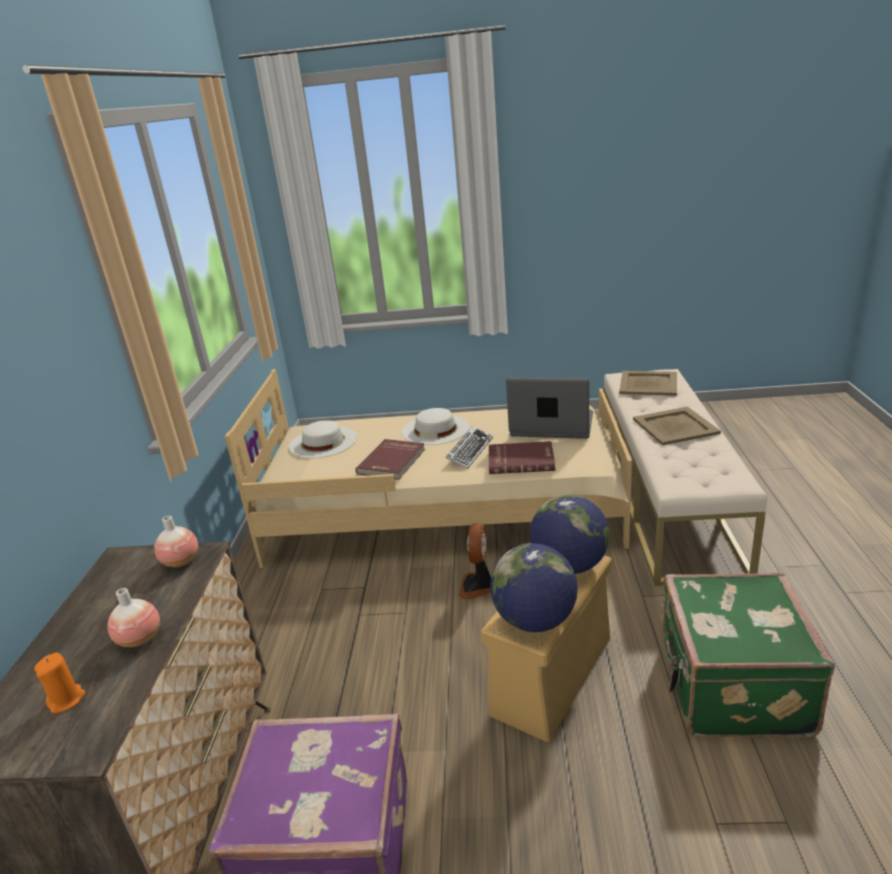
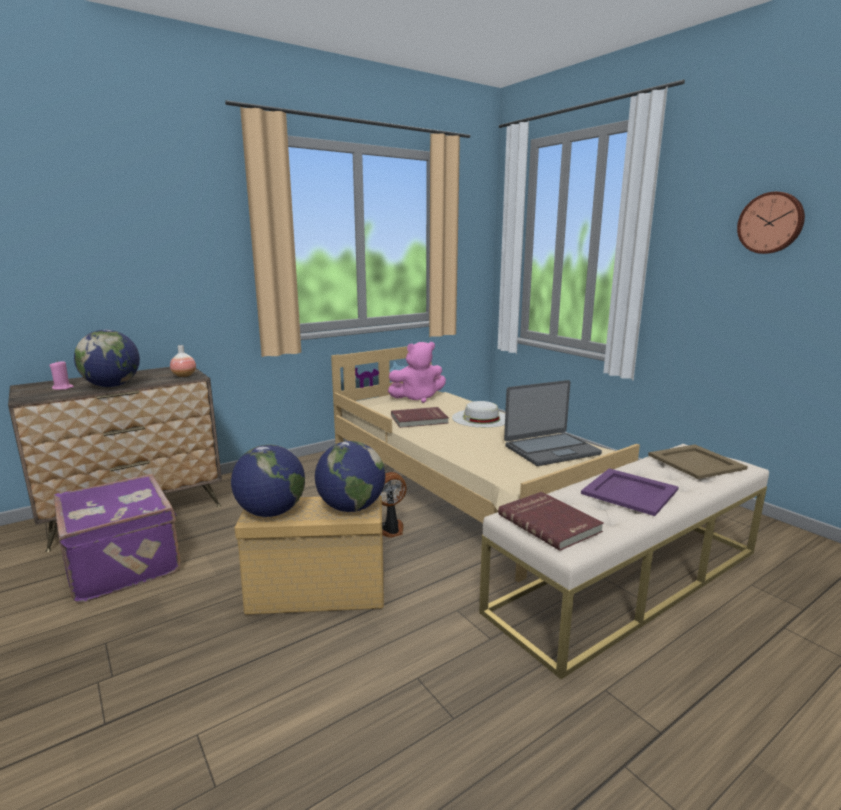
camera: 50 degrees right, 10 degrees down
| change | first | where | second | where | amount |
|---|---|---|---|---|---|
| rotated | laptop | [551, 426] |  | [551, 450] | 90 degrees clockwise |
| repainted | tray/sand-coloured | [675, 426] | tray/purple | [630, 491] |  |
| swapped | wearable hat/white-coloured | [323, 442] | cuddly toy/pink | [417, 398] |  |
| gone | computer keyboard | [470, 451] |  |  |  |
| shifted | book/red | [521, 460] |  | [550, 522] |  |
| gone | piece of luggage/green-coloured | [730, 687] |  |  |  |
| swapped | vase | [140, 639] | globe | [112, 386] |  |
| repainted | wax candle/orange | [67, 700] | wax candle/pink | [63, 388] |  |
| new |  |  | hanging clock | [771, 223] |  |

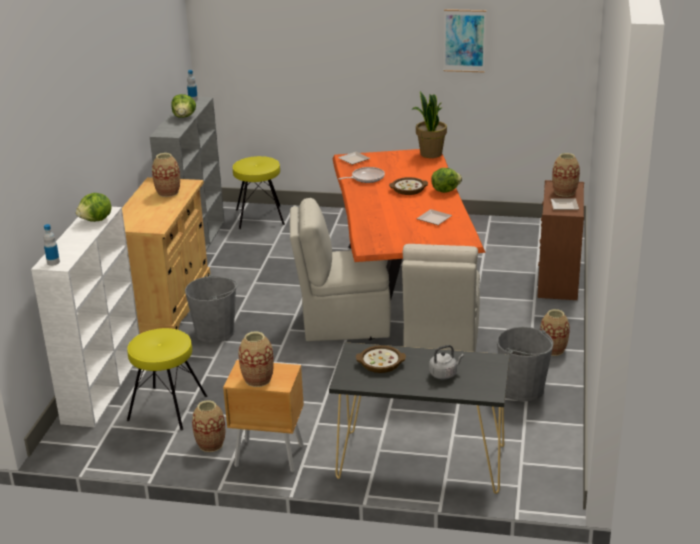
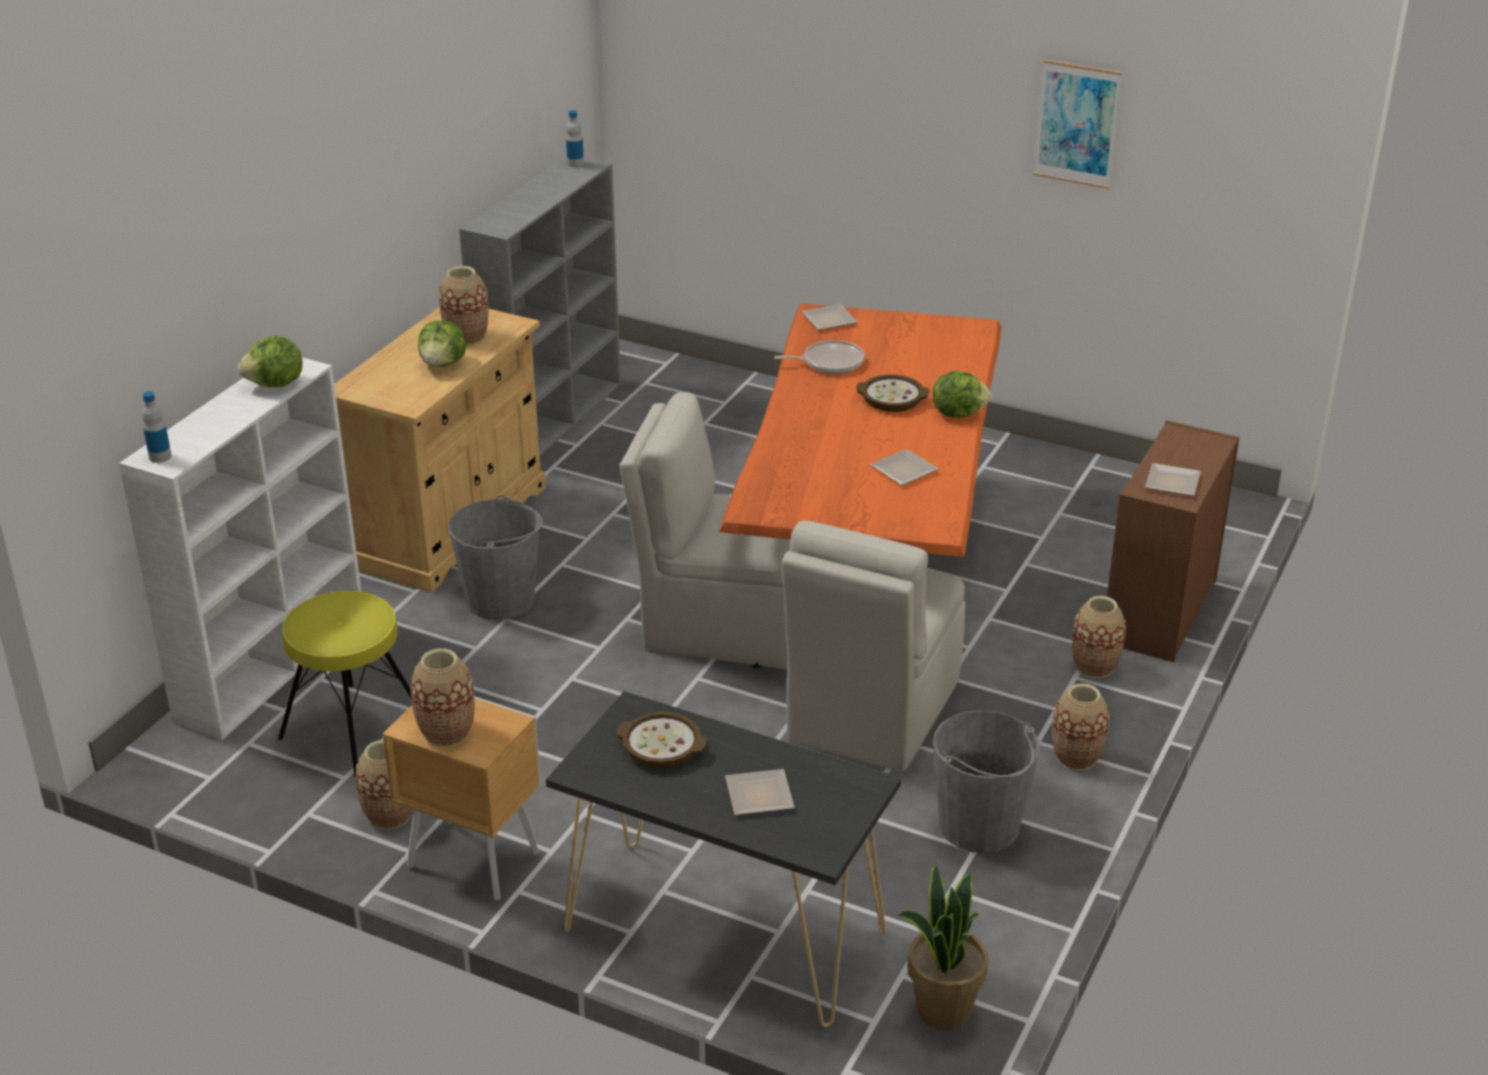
camera: 15 degrees right, 5 degrees up
| change | first | where | second | where | amount |
|---|---|---|---|---|---|
| shifted | houseplant | [430, 154] |  | [942, 1009] |  |
| shifted | lettuce head | [184, 116] |  | [443, 364] |  |
| shifted | vase | [564, 192] |  | [1094, 666] |  |
| gone | stool/yellow-coloured | [260, 217] |  |  |  |
| swapped | kettle/grey | [444, 374] | dinner plate | [761, 794] |  |

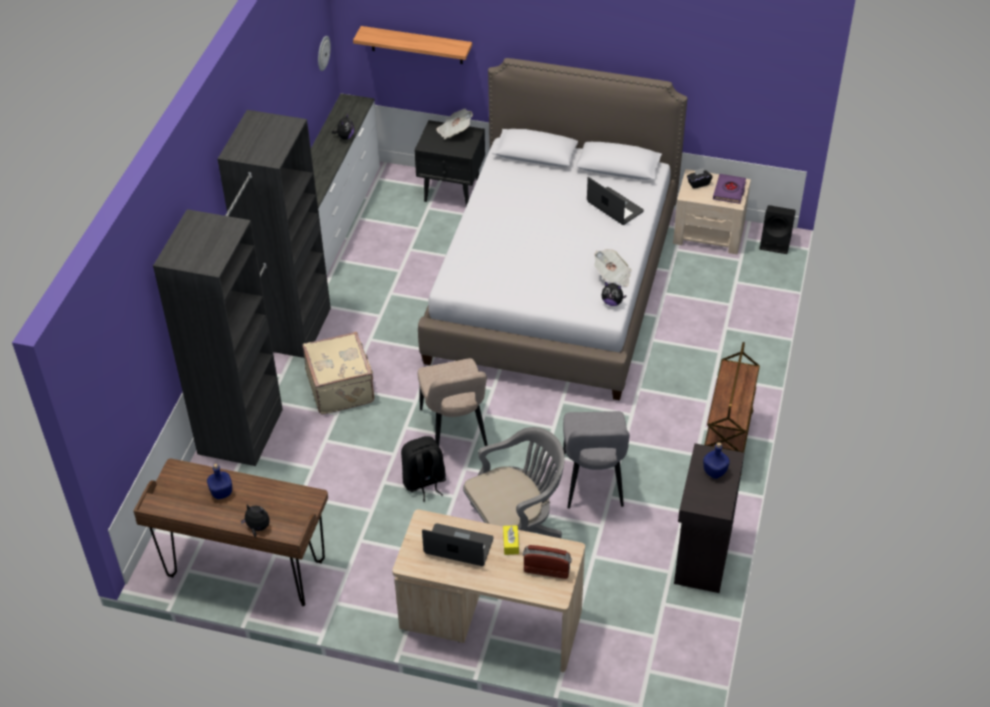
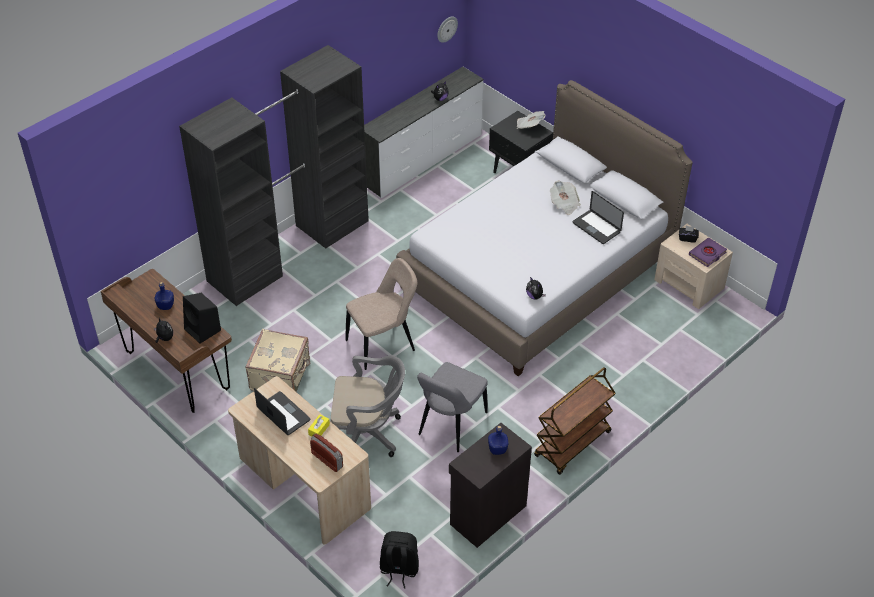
camera: 30 degrees right, 0 degrees up
| change | first | where | second | where | amount |
|---|---|---|---|---|---|
| gone | shelf | [416, 45] |  |  |  |
| rotated | laptop | [615, 207] |  | [596, 227] | 150 degrees clockwise |
| shifted | audio speaker/black | [776, 243] |  | [203, 330] |  |
| shifted | printed paper | [612, 276] |  | [564, 204] |  |
| shifted | piece of luggage/sand-coloured | [341, 387] |  | [281, 375] |  |
| rotated | plain chair/sand-coloured | [455, 432] |  | [383, 344] | 135 degrees counterclockwise |
| shifted | backpack/black | [424, 482] |  | [399, 569] |  |

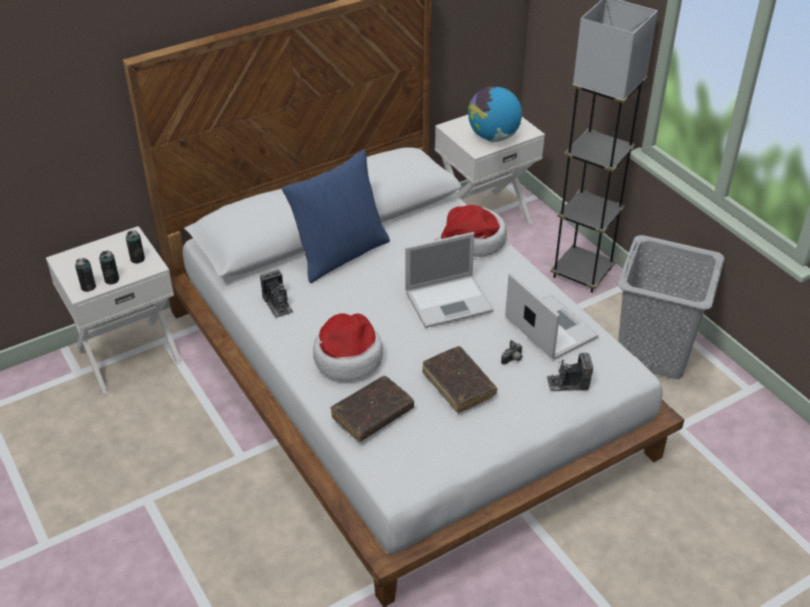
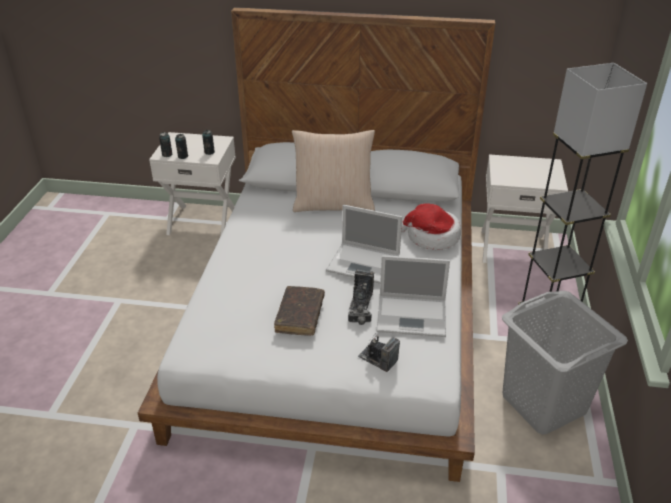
camera: 40 degrees right, 5 degrees down
| change | first | where | second | where | amount |
|---|---|---|---|---|---|
| gone | globe | [493, 137] |  |  |  |
| repainted | cushion/blue-coloured | [340, 254] | cushion/sand-coloured | [333, 204] |  |
| shifted | photo camera | [278, 304] |  | [361, 300] |  |
| rotated | laptop | [549, 327] |  | [413, 316] | 90 degrees clockwise |
| gone | wearable hat | [347, 357] |  |  |  |
| gone | book/brown | [372, 414] |  |  |  |

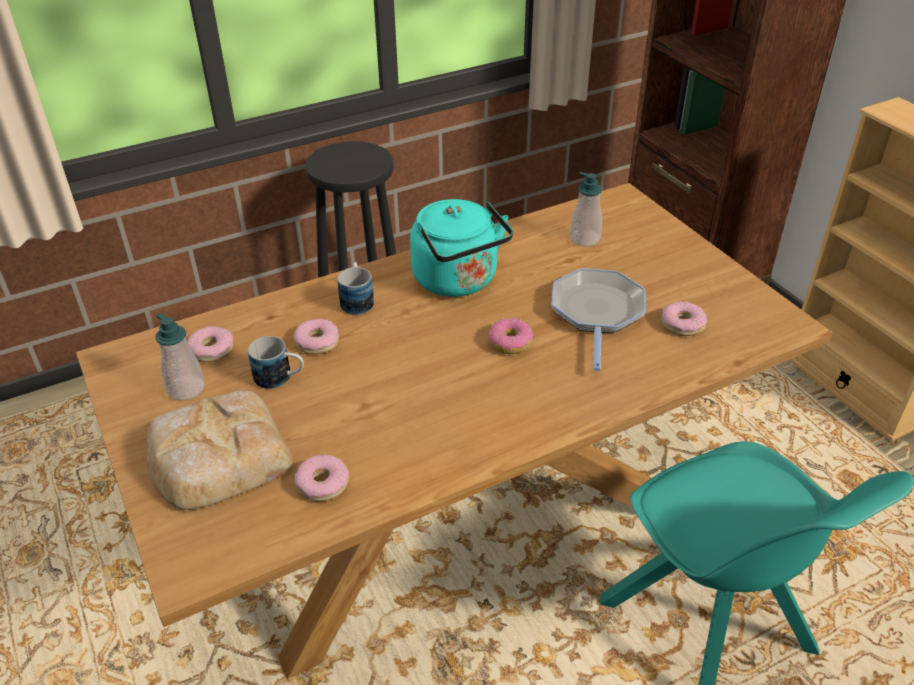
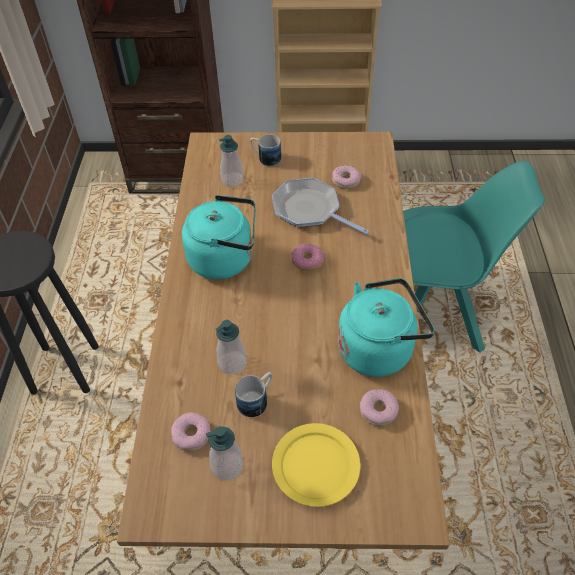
camera: 60 degrees left, 10 degrees up
| change | first | where | second | where | amount |
|---|---|---|---|---|---|
| shifted | tea mug | [357, 300] |  | [265, 158] |  |
| swapped | doughnut | [317, 342] | liquid soap bottle | [232, 363] |  |
| swapped | bakery bread | [216, 456] | dinner plate/yellow-coloured | [315, 466] |  |
| new |  |  | kettle/blue-green | [379, 348] |  |

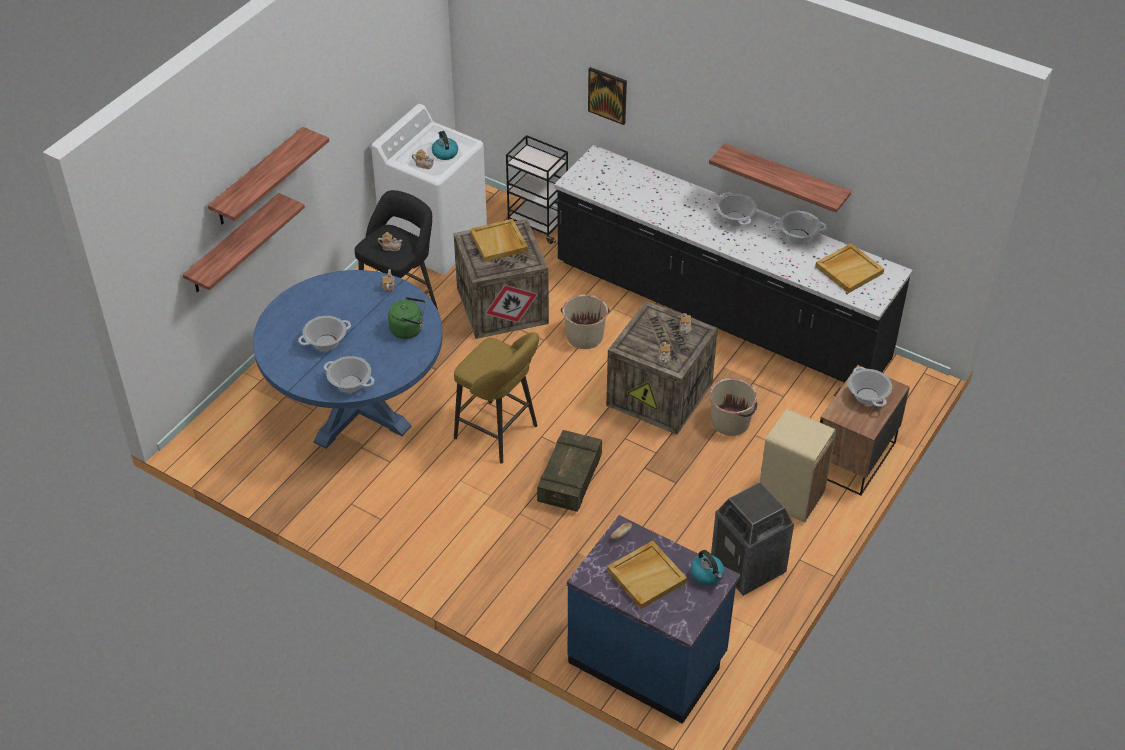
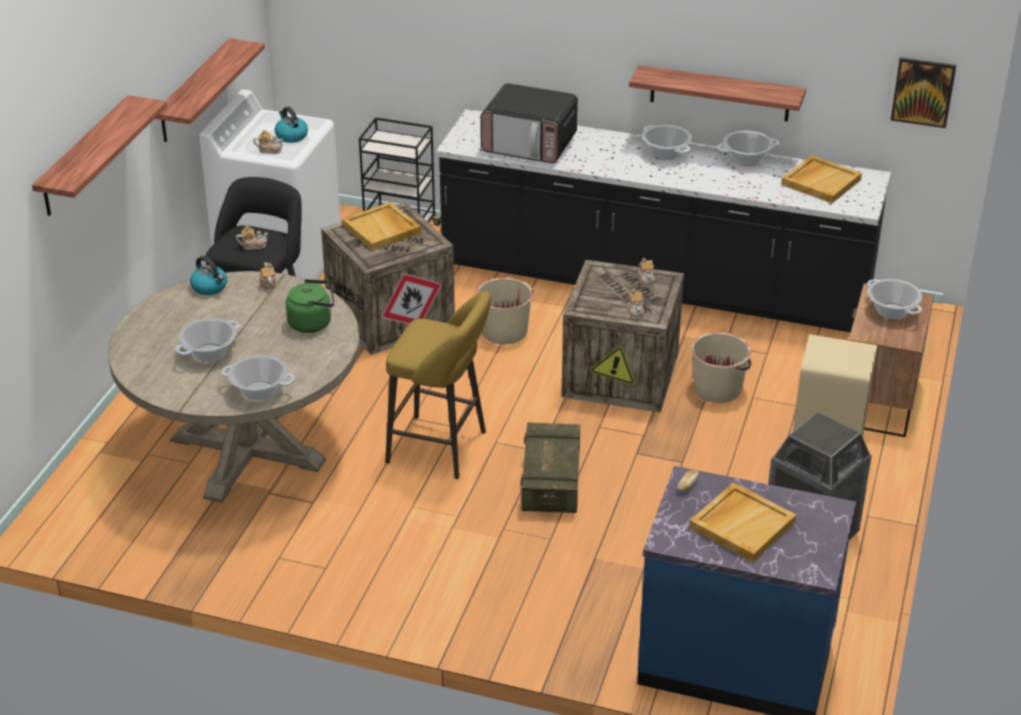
camera: 15 degrees left, 10 degrees down
| change | first | where | second | where | amount |
|---|---|---|---|---|---|
| shifted | wall picture | [607, 95] |  | [923, 92] |  |
| shifted | shelf | [234, 244] |  | [194, 91] |  |
| repainted | kitchen table/blue-coloured | [357, 407] | kitchen table/sand-coloured | [247, 450] |  |
| shifted | kettle | [707, 575] |  | [210, 287] |  |
| new |  |  | microwave | [530, 145] |  |

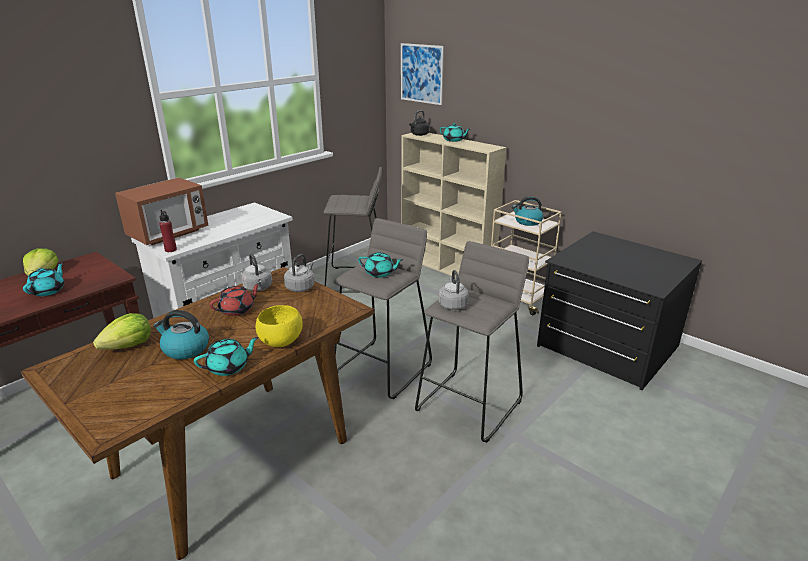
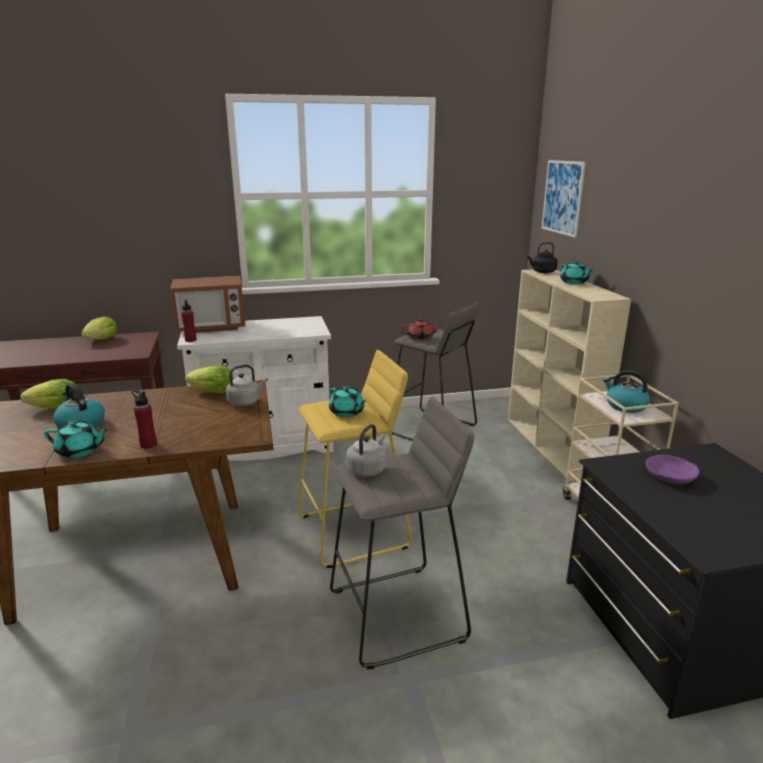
camera: 35 degrees right, 5 degrees down
| change | first | where | second | where | amount |
|---|---|---|---|---|---|
| repainted | stool/grey | [383, 369] | stool/yellow-coloured | [353, 531] |  |
| swapped | kettle/grey | [258, 288] | lettuce head | [213, 392] |  |
| gone | pot for tea/blue-green | [48, 291] |  |  |  |
| shifted | pot for tea/red | [237, 310] |  | [421, 338] |  |
| swapped | deep dish/yellow-coloured | [280, 342] | bottle/red | [148, 445] |  |
| new |  |  | deep dish/purple | [671, 476] |  |

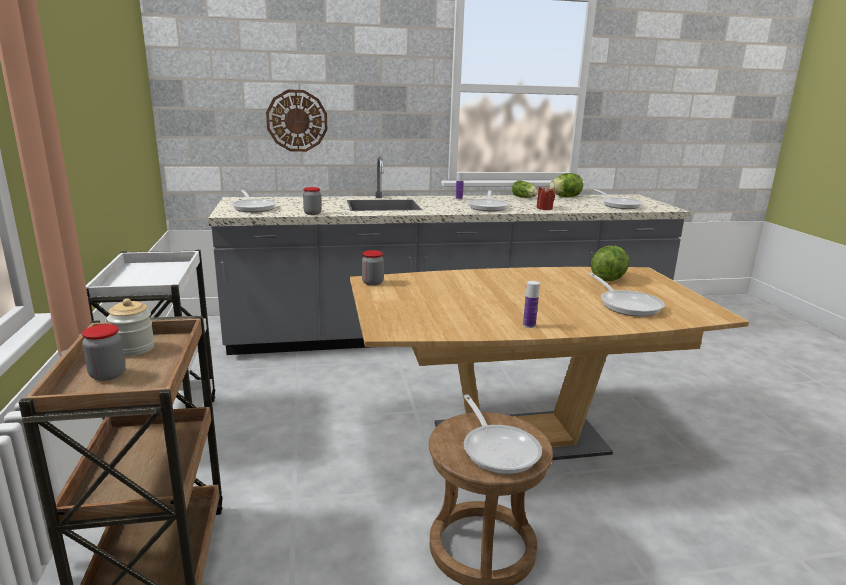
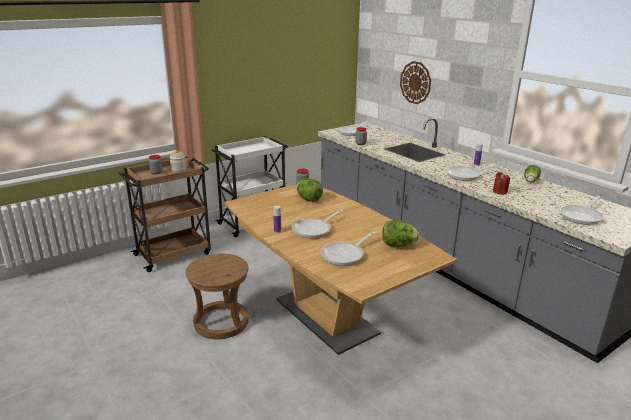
camera: 65 degrees right, 5 degrees up
| change | first | where | second | where | amount |
|---|---|---|---|---|---|
| shifted | lettuce head | [565, 197] |  | [309, 199] |  |
| shifted | frying pan | [498, 449] |  | [314, 230] |  |

